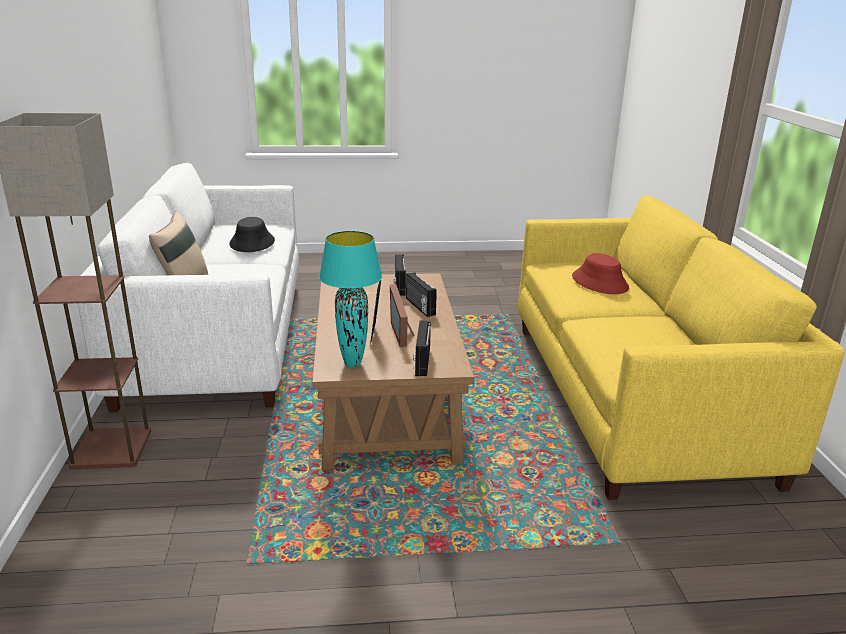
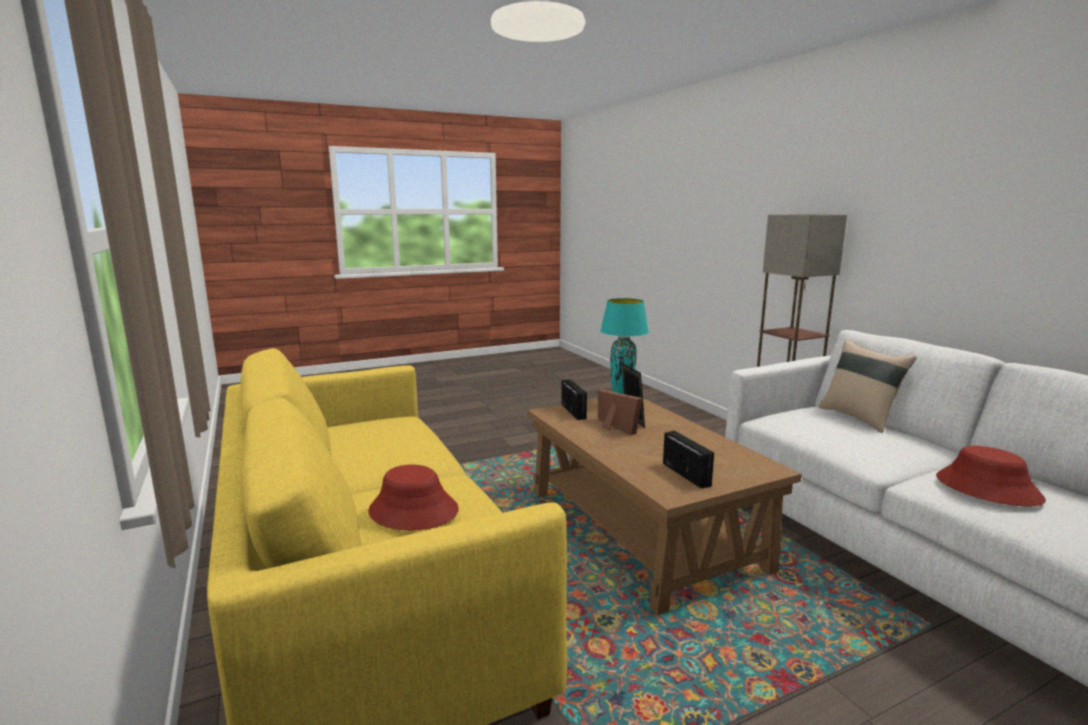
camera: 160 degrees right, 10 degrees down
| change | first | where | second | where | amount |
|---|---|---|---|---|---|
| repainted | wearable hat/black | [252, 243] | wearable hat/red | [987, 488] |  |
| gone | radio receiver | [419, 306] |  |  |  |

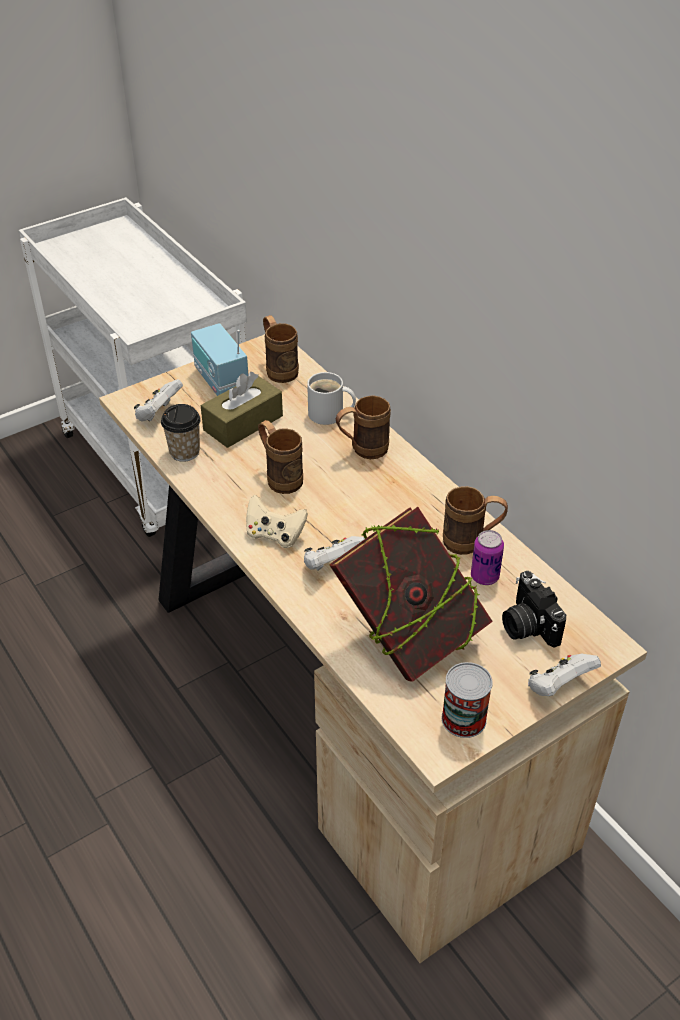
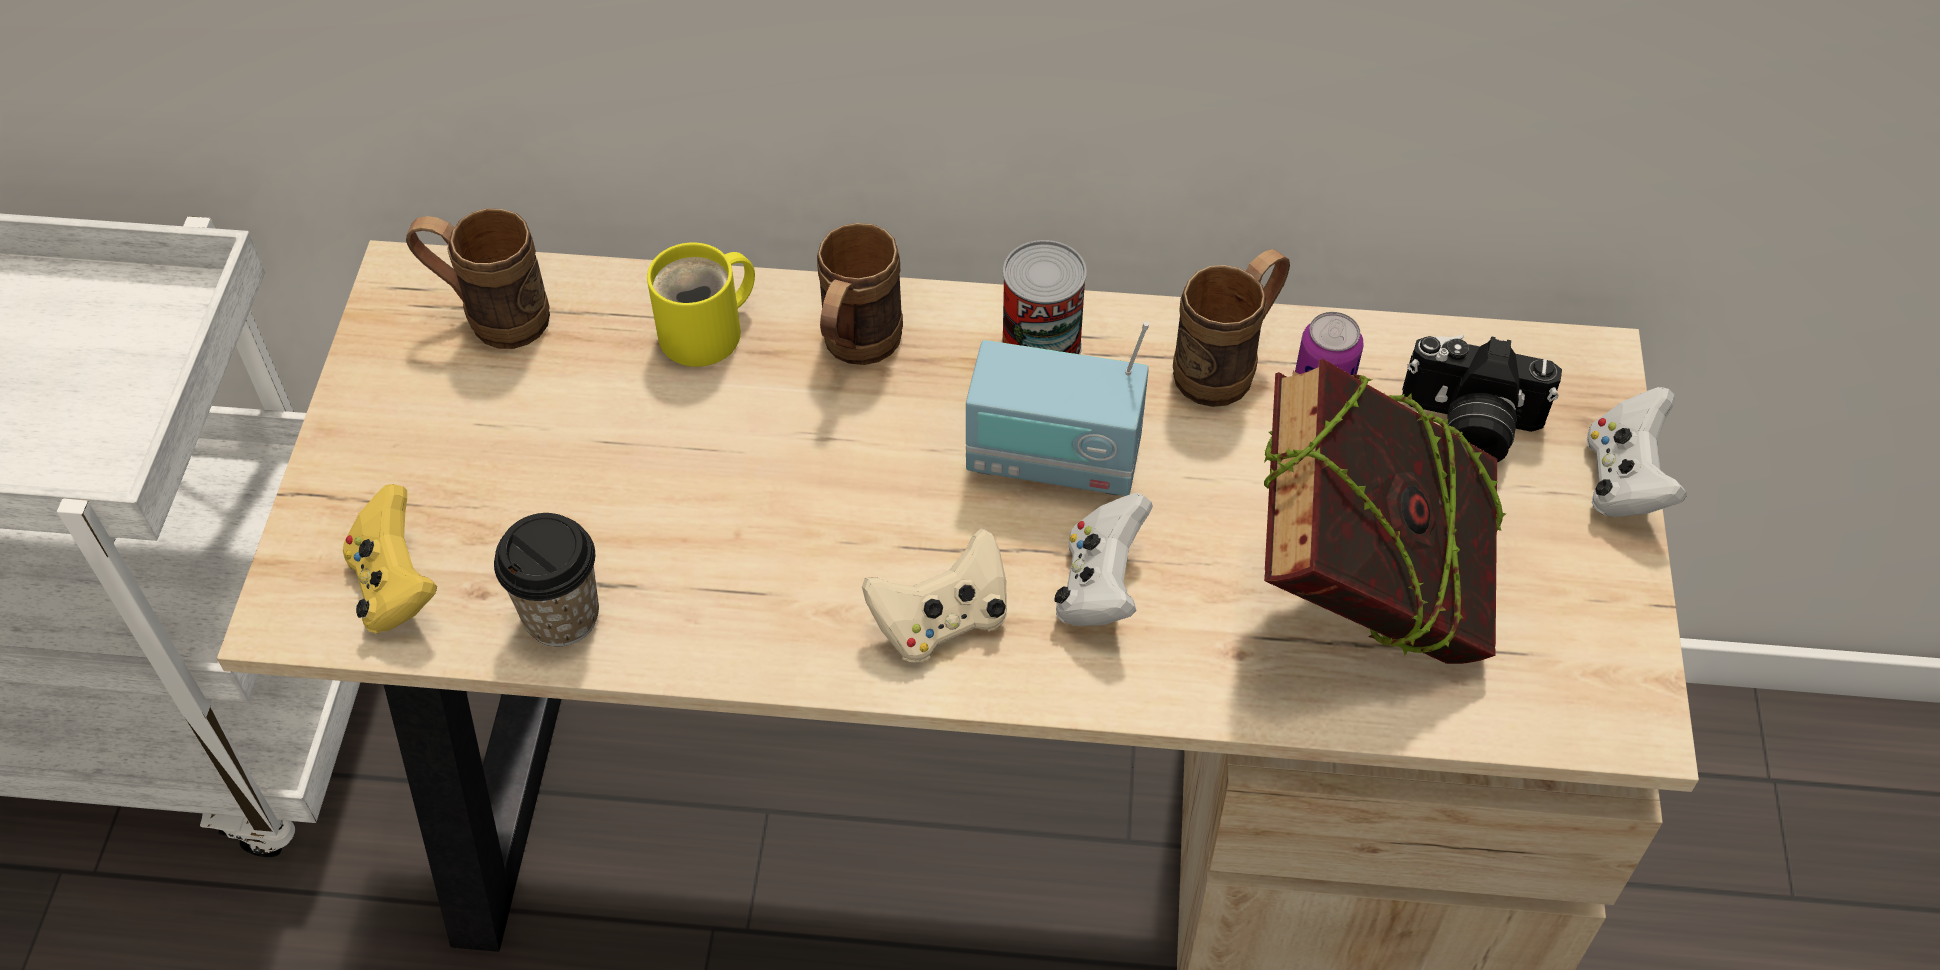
camera: 50 degrees left, 10 degrees up
| change | first | where | second | where | amount |
|---|---|---|---|---|---|
| shifted | radio receiver | [221, 382] |  | [1053, 460] |  |
| gone | tissue holder/brown | [243, 423] |  |  |  |
| repainted | tea mug/white-coloured | [329, 415] | tea mug/yellow-coloured | [709, 333] |  |
| repainted | gamepad/white-coloured | [159, 413] | gamepad/yellow-coloured | [396, 586] |  |
| gone | tea mug/brown | [280, 477] |  |  |  |
| shifted | can | [463, 719] |  | [1041, 346] |  |

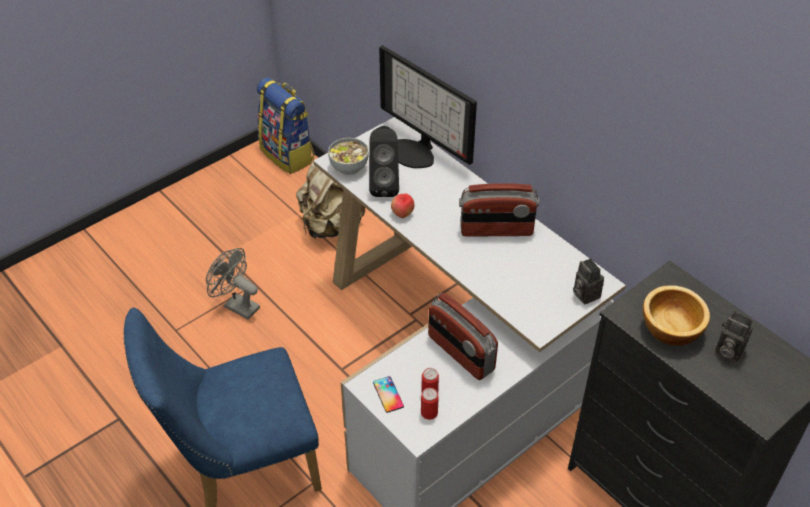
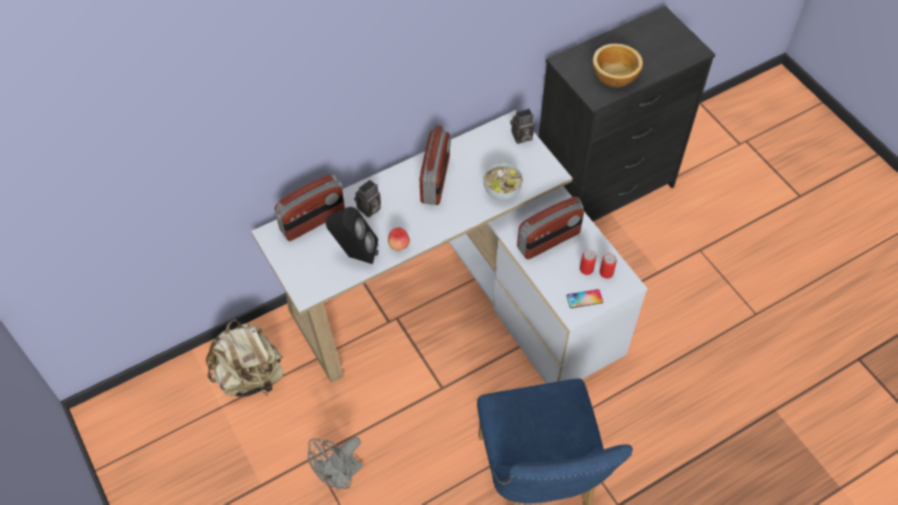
camera: 80 degrees left, 10 degrees up
| change | first | where | second | where | amount |
|---|---|---|---|---|---|
| swapped | computer screen | [417, 152] | radio receiver | [313, 221] |  |
| gone | backpack | [288, 155] |  |  |  |
| shifted | deep dish | [349, 167] |  | [502, 191] |  |
| shifted | photo camera | [727, 350] |  | [369, 209] |  |

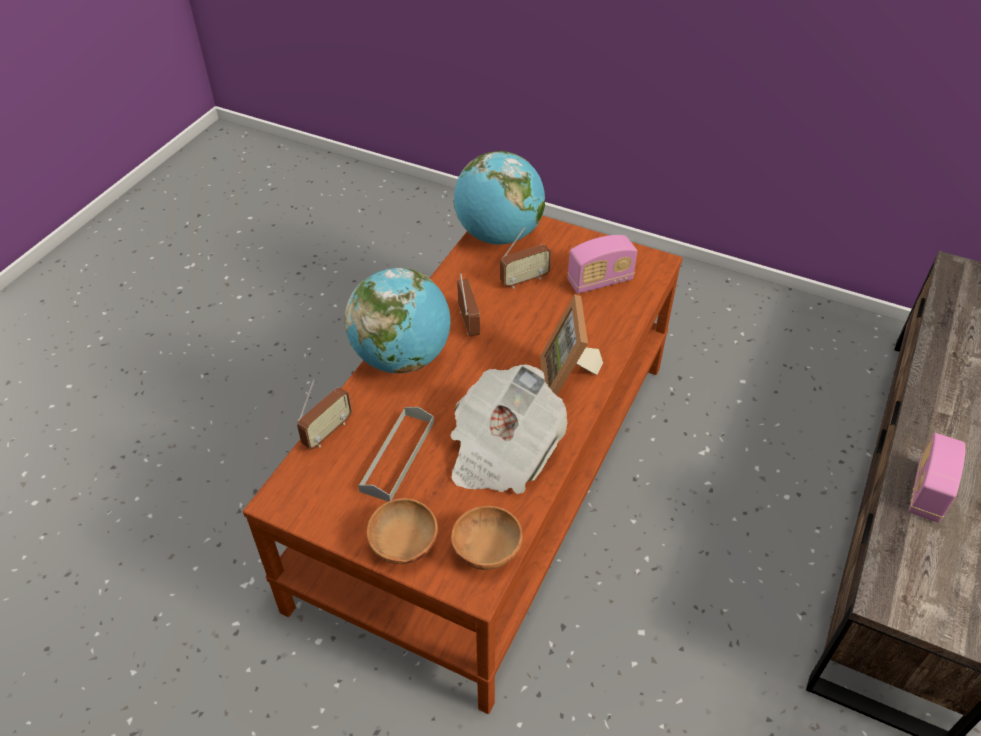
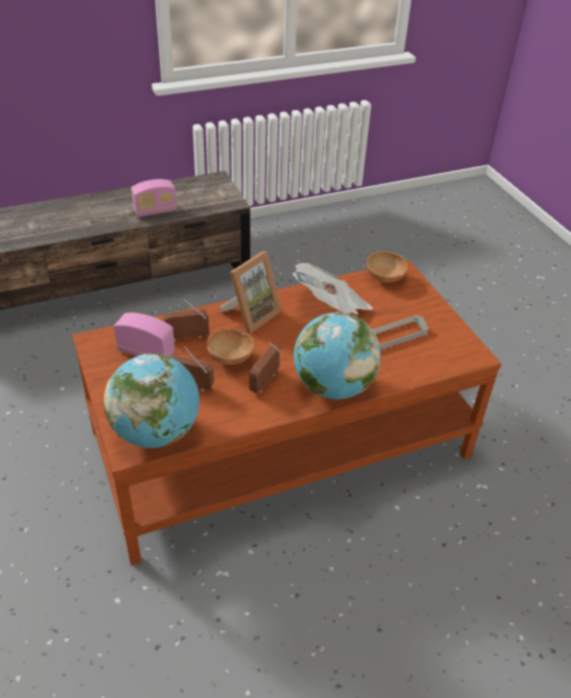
camera: 140 degrees left, 5 degrees down
| change | first | where | second | where | amount |
|---|---|---|---|---|---|
| shifted | radio receiver | [327, 432] |  | [187, 337] |  |
| shifted | deep dish/brown | [403, 545] |  | [231, 358] |  |

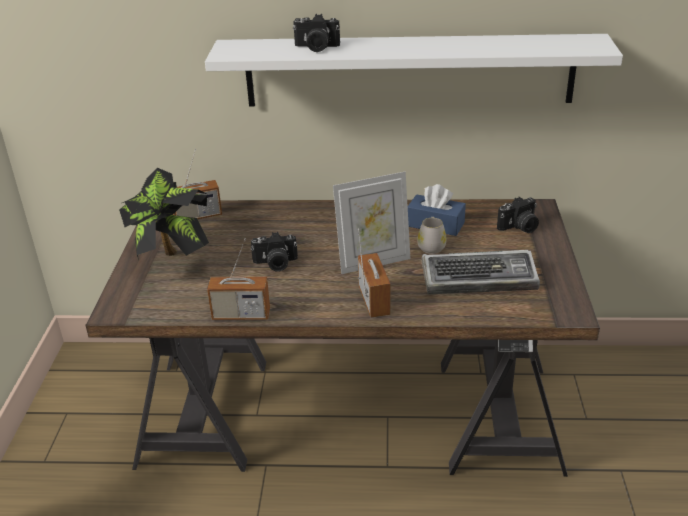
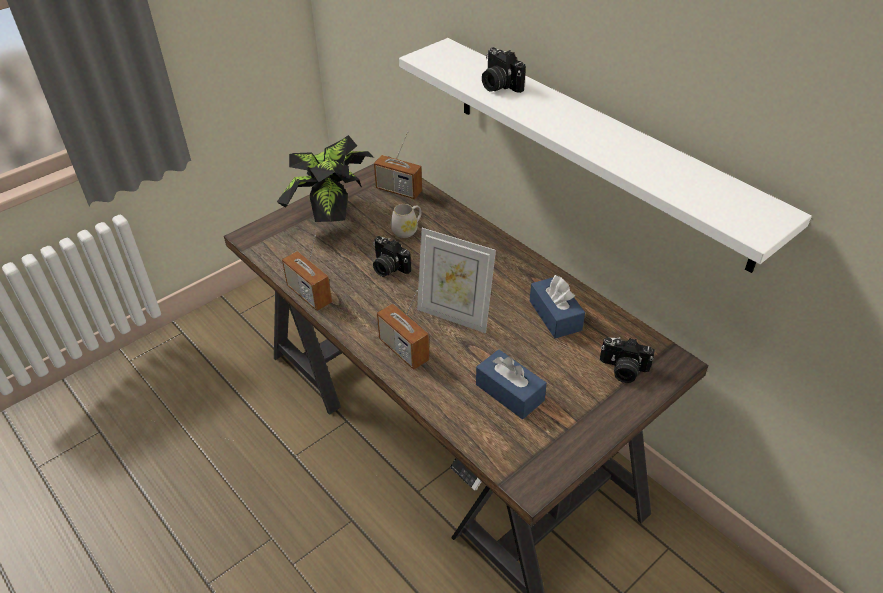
camera: 45 degrees right, 10 degrees up
| change | first | where | second | where | amount |
|---|---|---|---|---|---|
| shifted | tea mug/white-coloured | [431, 245] |  | [407, 230] |  |
| rotated | radio receiver | [374, 301] |  | [403, 350] | 105 degrees clockwise |
| swapped | computer keyboard | [480, 278] | tissue holder/blue-coloured | [509, 392] |  |

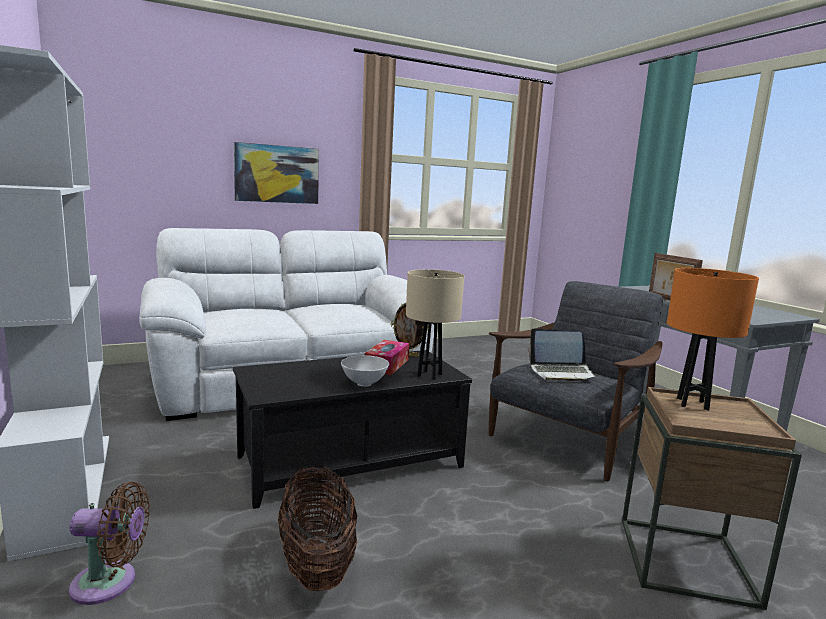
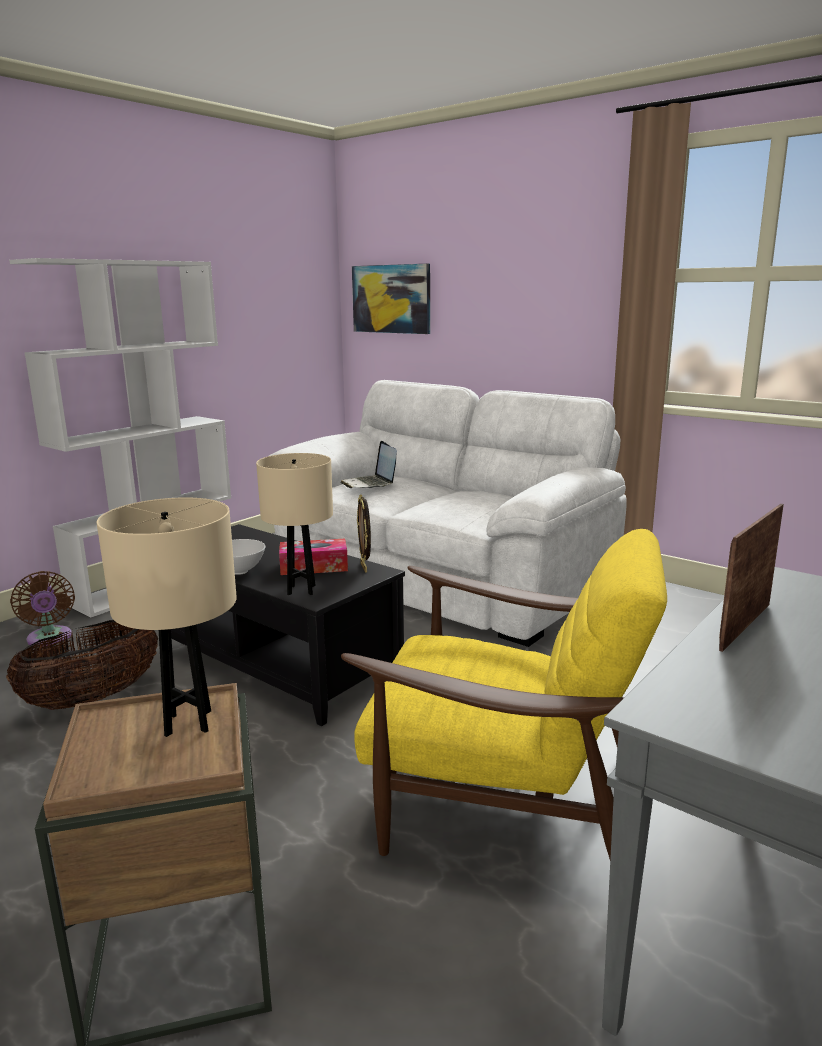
camera: 65 degrees right, 5 degrees up
| change | first | where | second | where | amount |
|---|---|---|---|---|---|
| shifted | wall picture | [277, 174] |  | [391, 299] |  |
| repainted | table lamp/orange | [692, 404] | table lamp/sand-coloured | [189, 723] |  |
| repainted | armchair/grey | [569, 438] | armchair/yellow-coloured | [503, 796] |  |
| shifted | laptop | [561, 373] |  | [370, 484] |  |

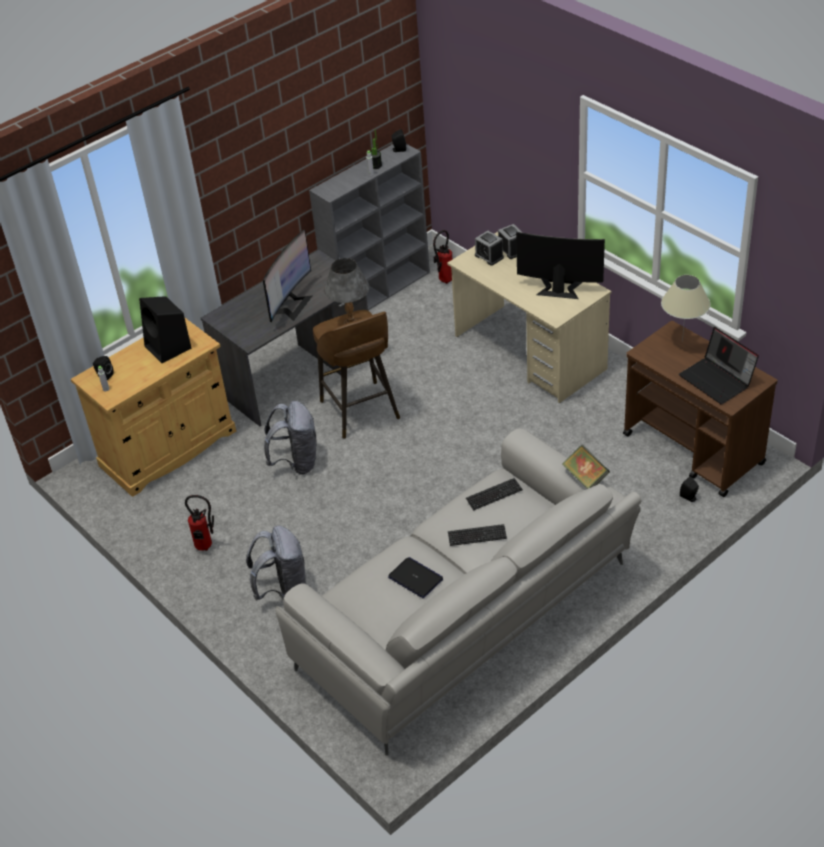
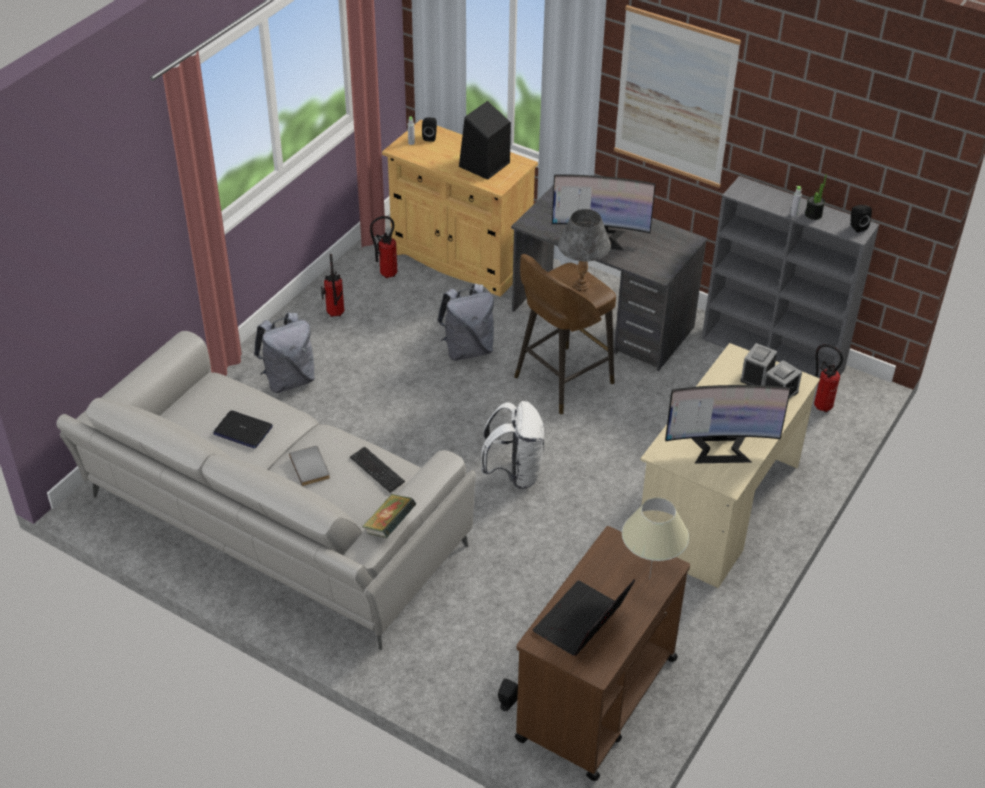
camera: 70 degrees right, 0 degrees up
| change | first | where | second | where | amount |
|---|---|---|---|---|---|
| rotated | computer screen | [559, 288] |  | [720, 449] | 90 degrees clockwise |
| swapped | computer keyboard | [477, 536] | book/grey | [311, 467] |  |
| rotated | laptop | [416, 578] |  | [242, 430] | 90 degrees clockwise |
| new |  |  | wall picture | [674, 97] |  |
| new |  |  | fire-fighting cylinder | [385, 274] |  |
| new |  |  | backpack/white-coloured | [514, 473] |  |

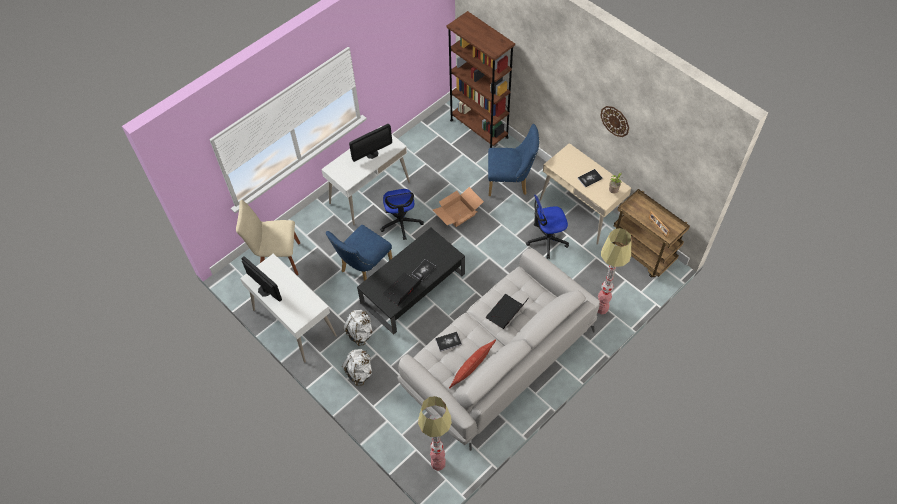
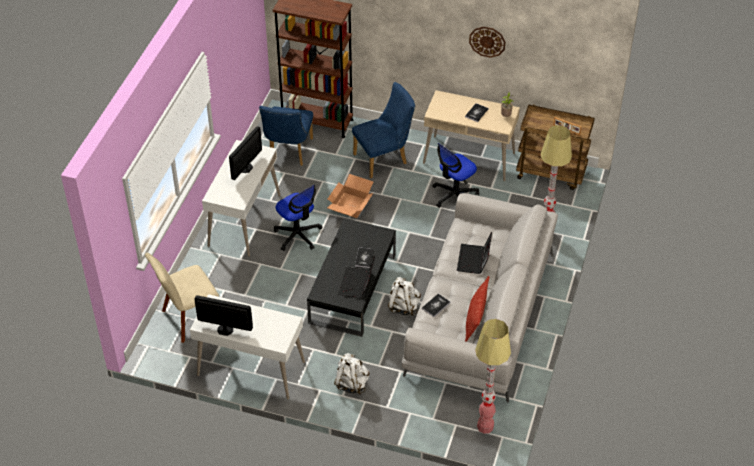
camera: 30 degrees left, 10 degrees down
| change | first | where | second | where | amount |
|---|---|---|---|---|---|
| shifted | plain chair/blue-coloured | [363, 269] |  | [288, 152] |  |
| shifted | backpack/white-coloured | [360, 333] |  | [403, 306] |  |

